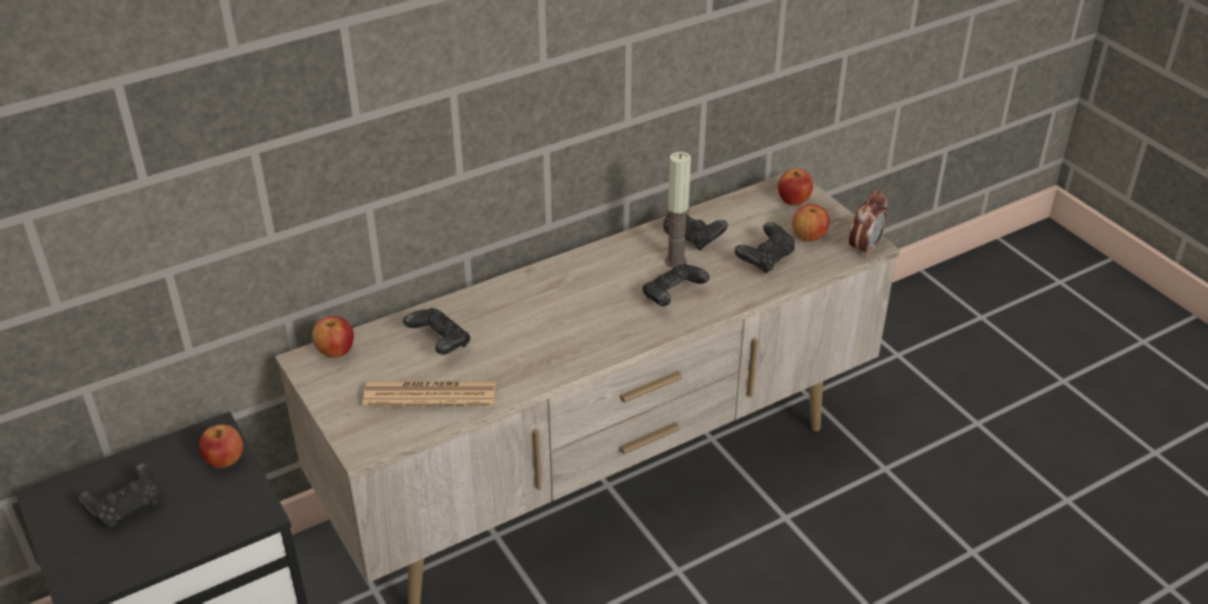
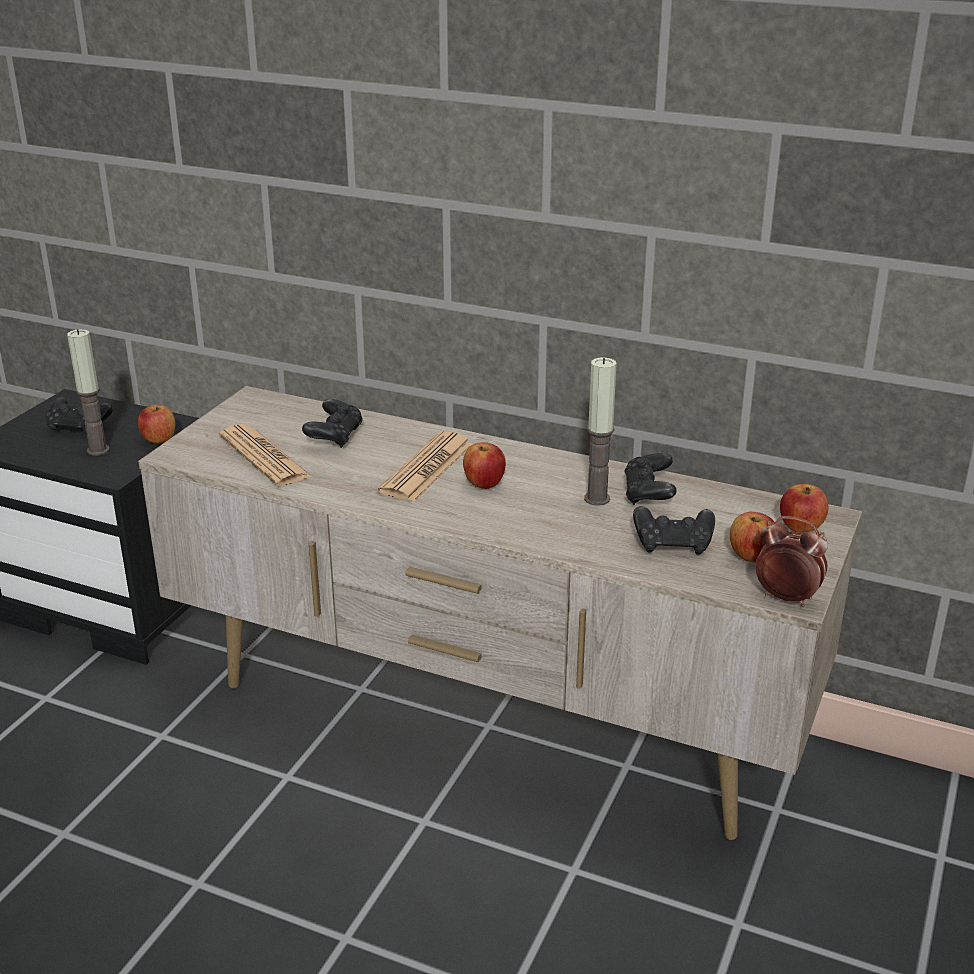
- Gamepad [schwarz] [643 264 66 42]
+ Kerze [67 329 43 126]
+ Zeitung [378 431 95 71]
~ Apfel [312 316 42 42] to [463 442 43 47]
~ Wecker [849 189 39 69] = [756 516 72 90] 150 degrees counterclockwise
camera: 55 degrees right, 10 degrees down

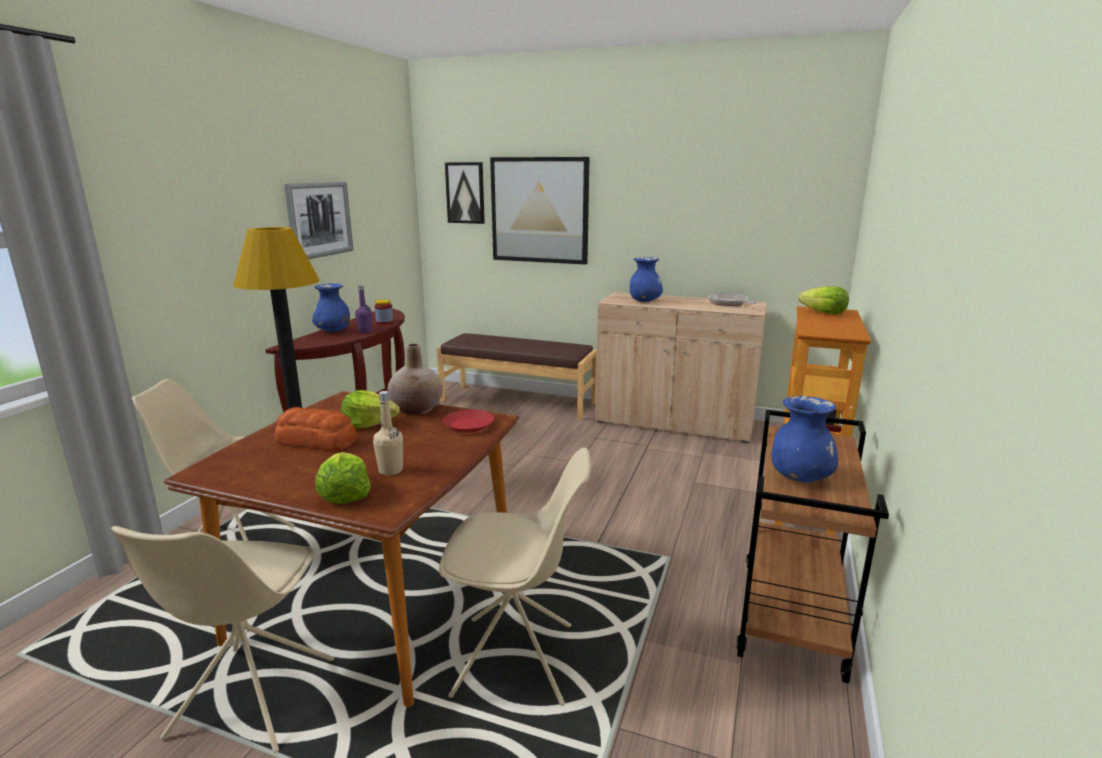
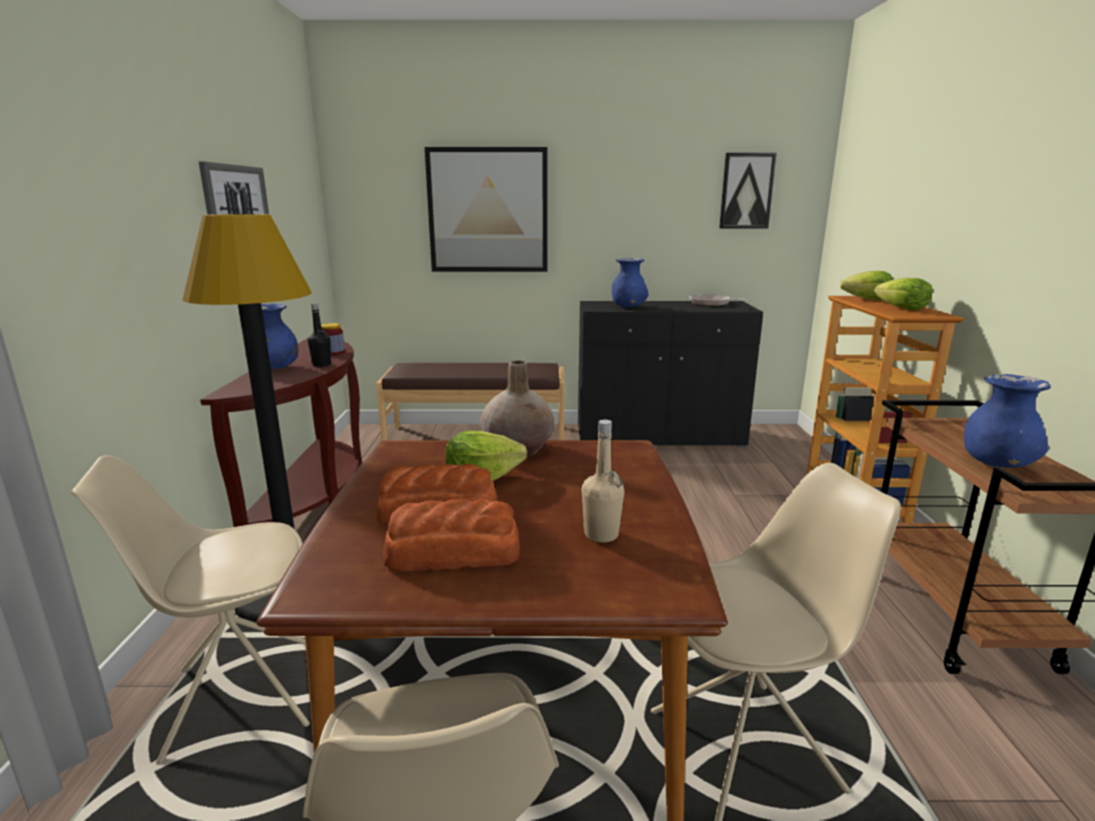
- Teller [rot] [443 410 51 23]
+ Brot [383 498 137 73]
~ Salatkopf [315 452 56 52] to [874 278 58 32]
~ Bild [445 162 40 62] to [719 153 58 75]
~ Flasche [lila] [355 285 17 48] to Flasche [schwarz] [308 303 23 64]
~ Schrank [beige] [595 292 172 151] to Schrank [schwarz] [578 301 185 146]
camera: 20 degrees left, 0 degrees up

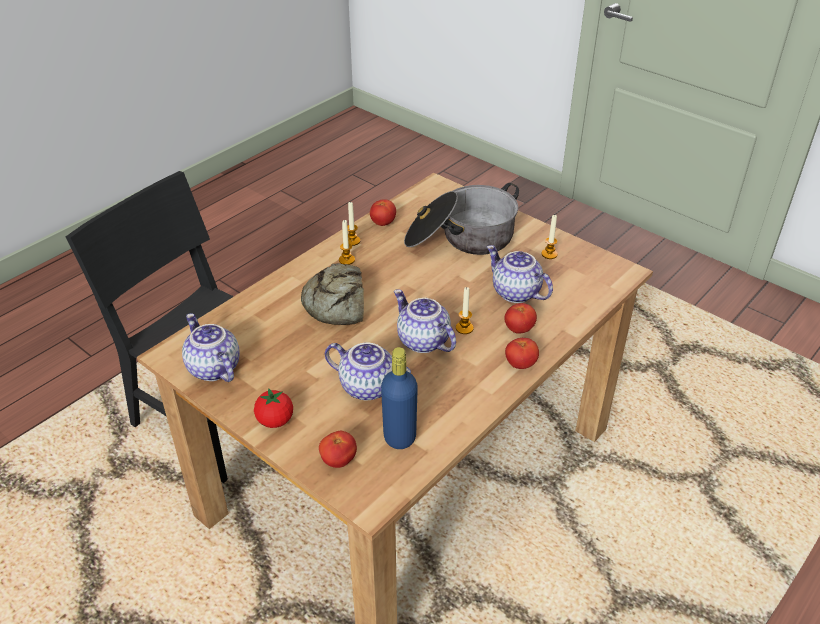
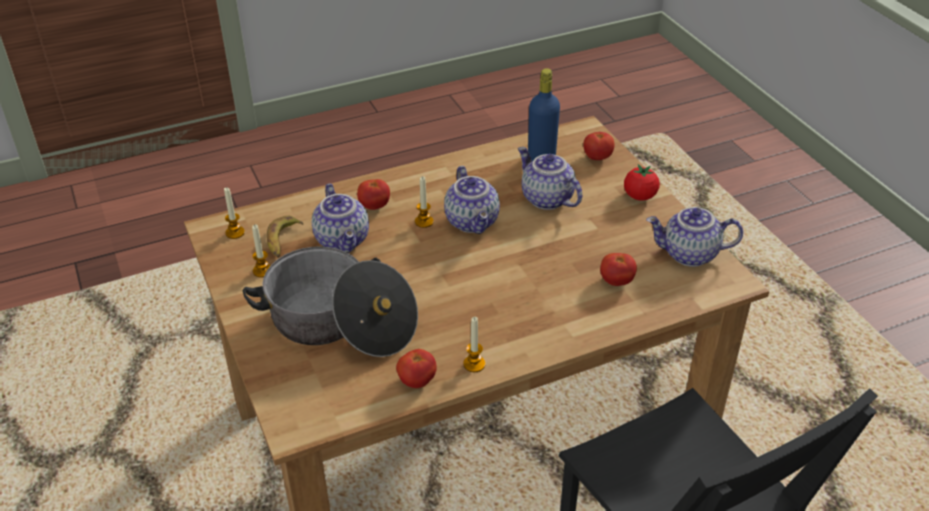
- Brot [301 263 63 62]
+ Banane [267 216 36 42]
~ Kerze [339 220 16 45] to [224 187 21 52]
~ Tomate [505 338 34 31] to [600 253 37 33]
~ Teekanne [182 313 58 69] = [646 207 97 60] 105 degrees clockwise
camera: 155 degrees left, 0 degrees up

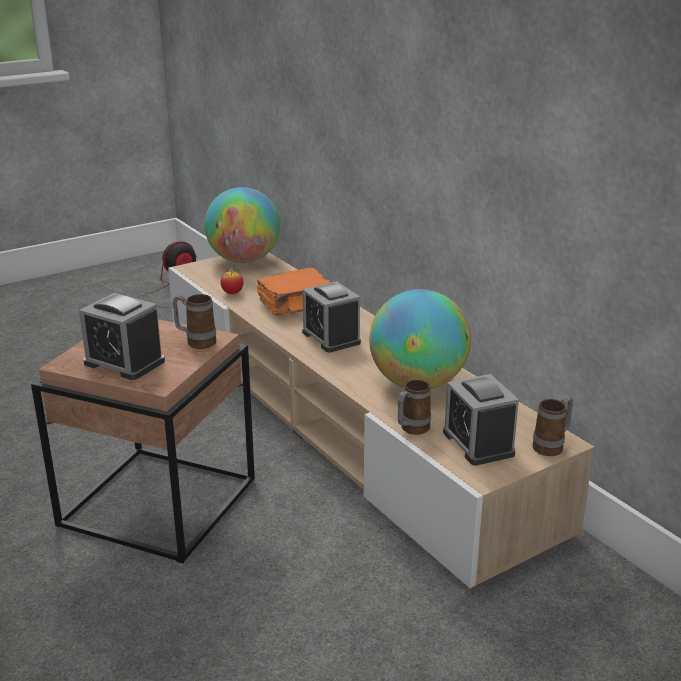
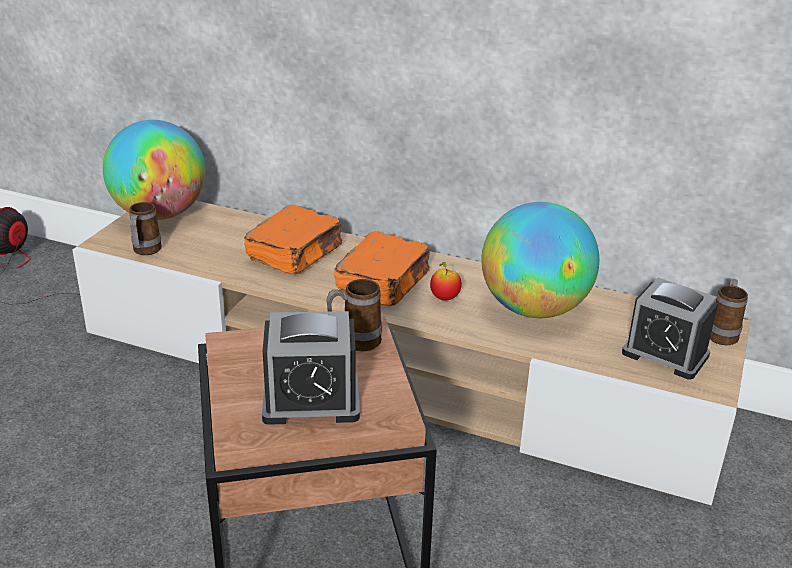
~ Apfel [221 267 22 27] to [430 262 32 39]
~ Henkelbecher [398 380 33 55] to [129 202 33 53]
~ Wecker [302 281 59 71] to Buch [orange] [334 231 96 75]
camera: 35 degrees left, 5 degrees up

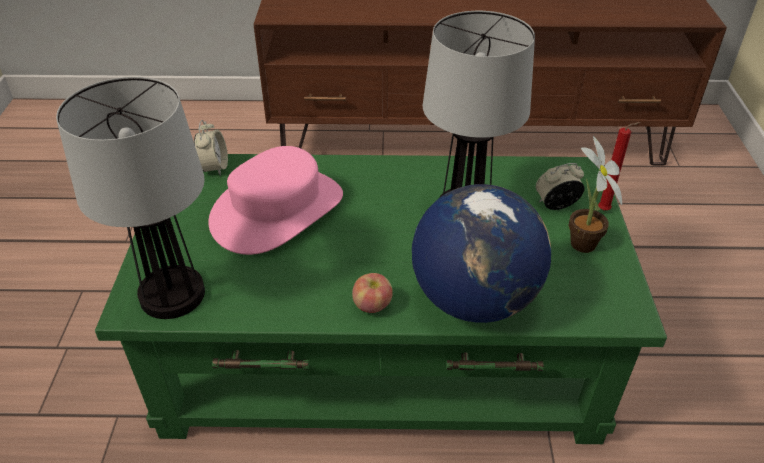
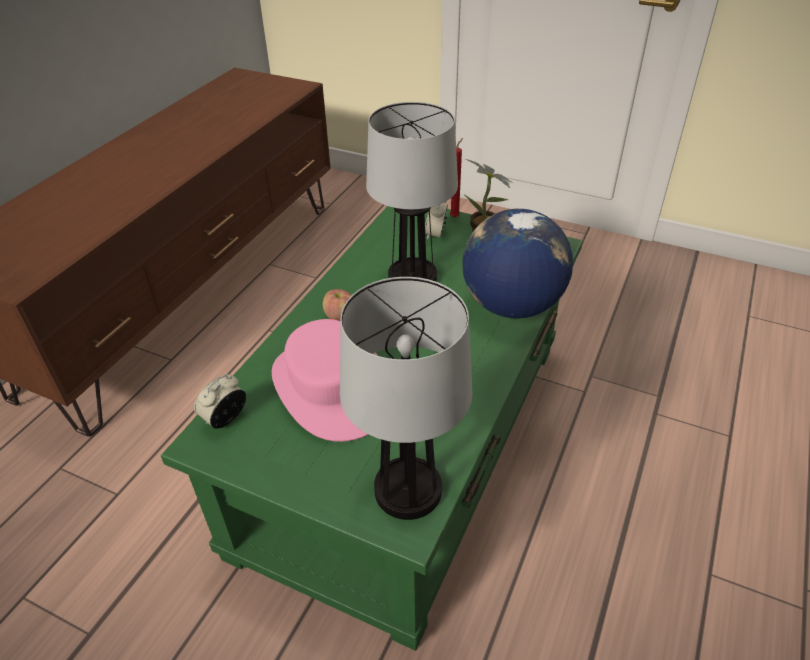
~ Apfel [352 273 41 40] to [323 289 29 32]
~ Wecker [194 120 34 55] = [194 375 52 54] 75 degrees counterclockwise
camera: 65 degrees left, 0 degrees up

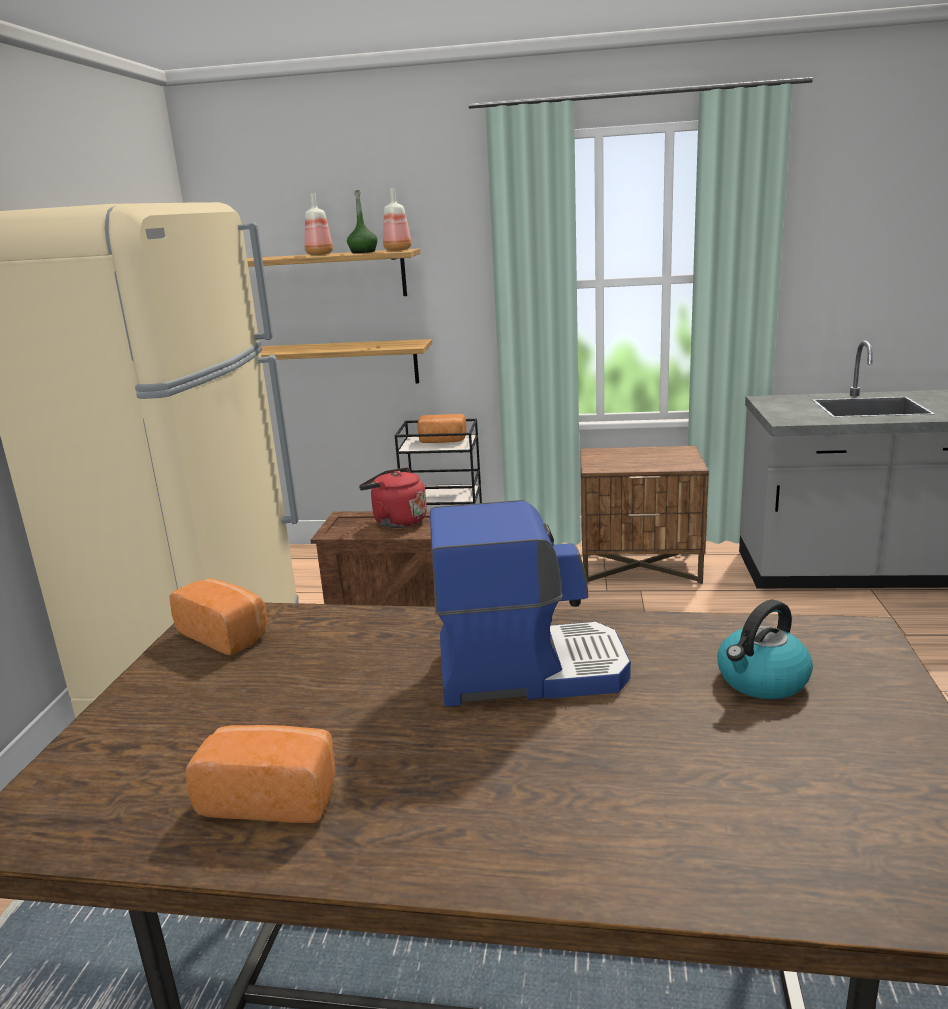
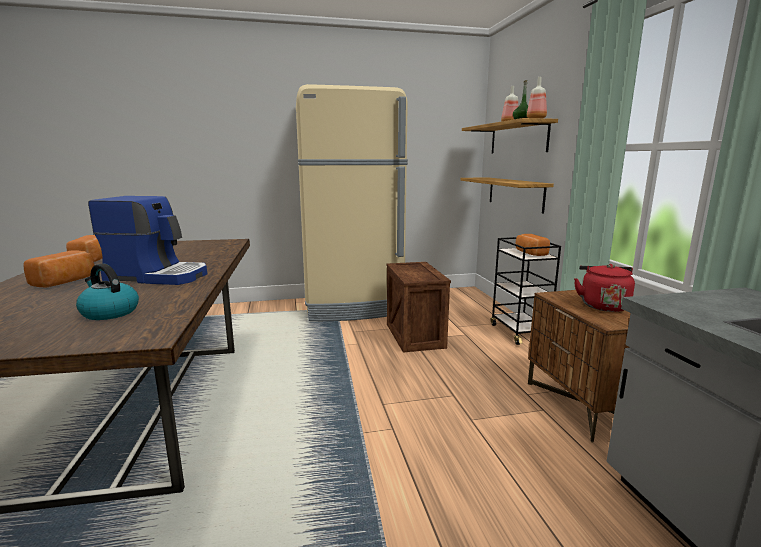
~ Brot [169 579 98 76] to [23 250 71 37]
~ Wasserkessel [rot] [359 467 68 61] to [574 264 61 48]
~ Kaffeemaschine [430 500 201 207] = [88 196 119 89] 60 degrees counterclockwise
camera: 70 degrees right, 5 degrees down

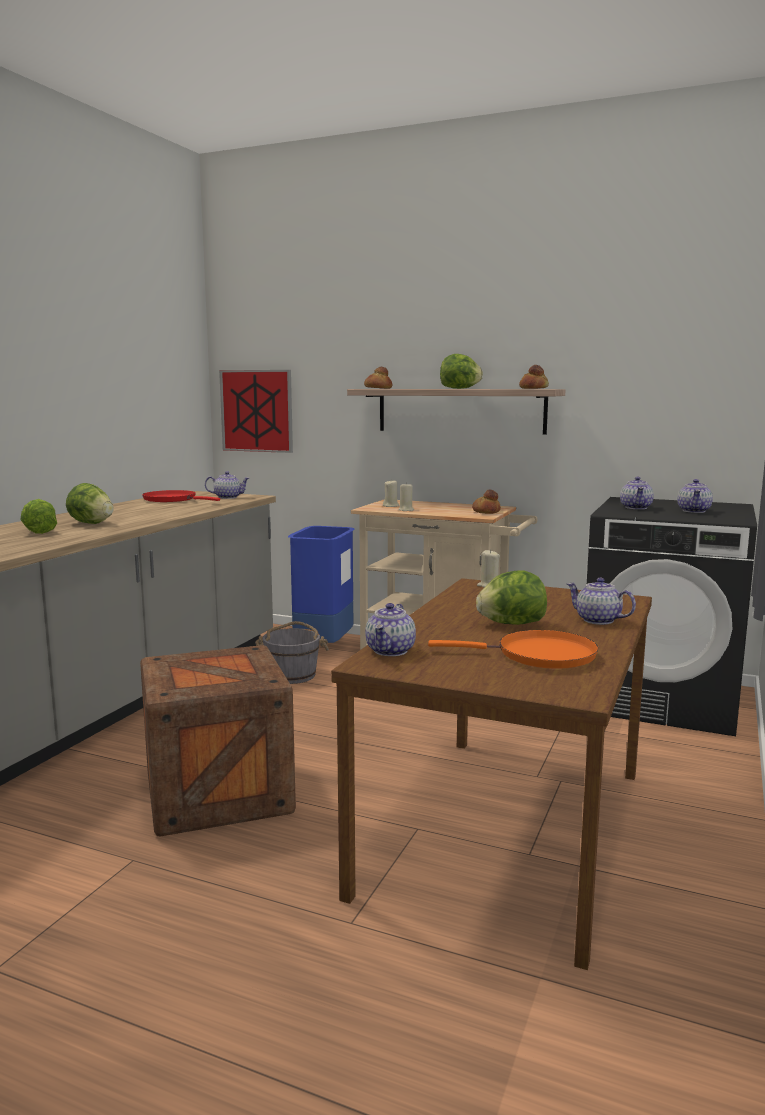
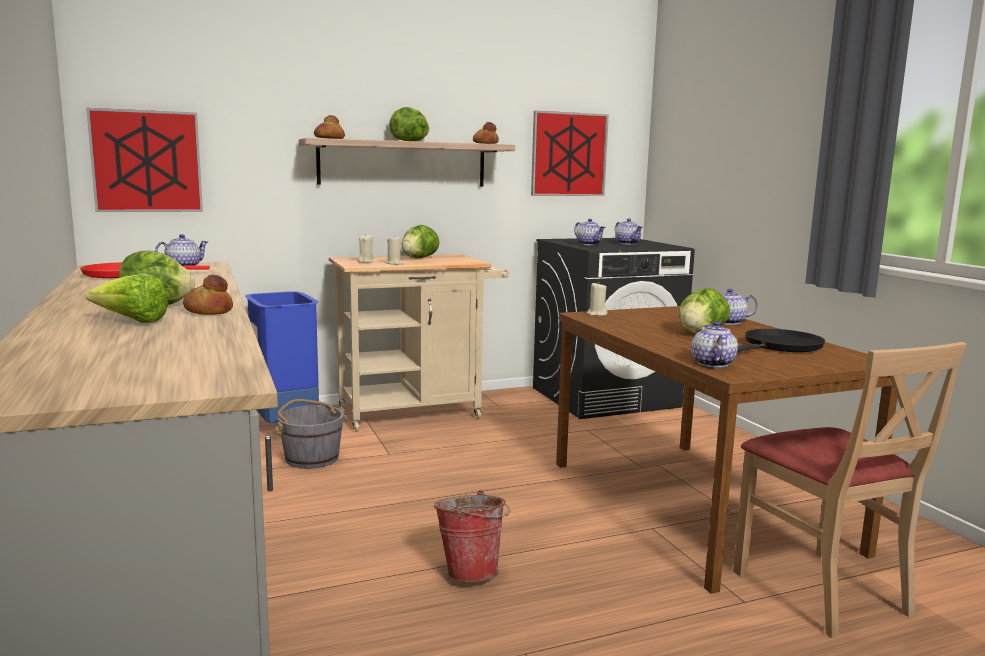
+ Salatkopf [401 225 39 33]
+ Bild [531 111 78 85]
+ Stuhl [beige] [733 342 234 296]
~ Brot [472 490 29 24] to [183 275 50 40]
~ Kiste [140 645 156 192] to Eimer [434 490 76 92]
~ Pfanne [orange] [428 630 171 39] to Pfanne [schwarz] [737 329 88 23]
~ Teekanne [365 603 51 53] = [691 321 47 47] 150 degrees counterclockwise
camera: 45 degrees left, 0 degrees up

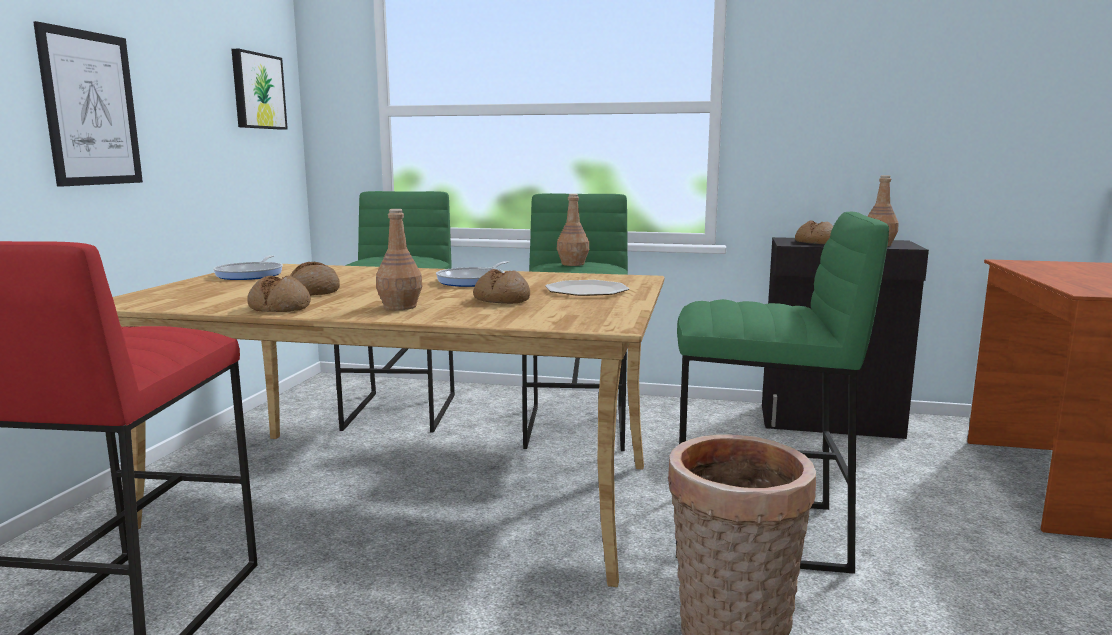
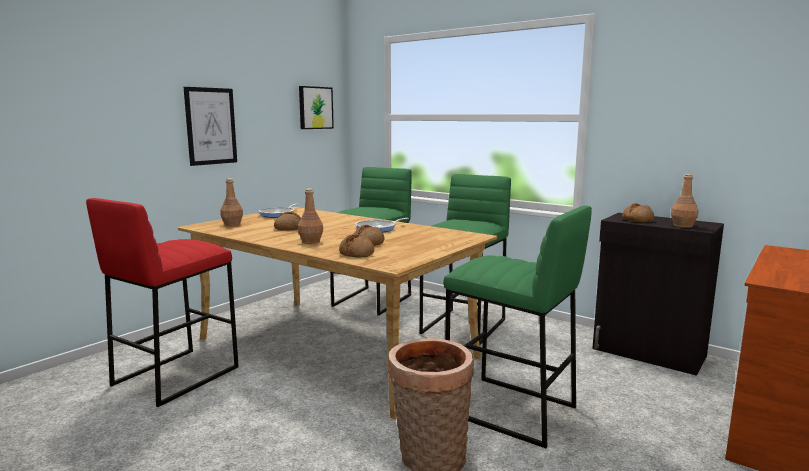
- Teller [545 280 85 16]
~ Brot [247 275 64 37] to [339 234 35 24]
~ Flasche [braun] [557 194 32 72] to [220 178 23 48]
camera: 25 degrees right, 0 degrees up

